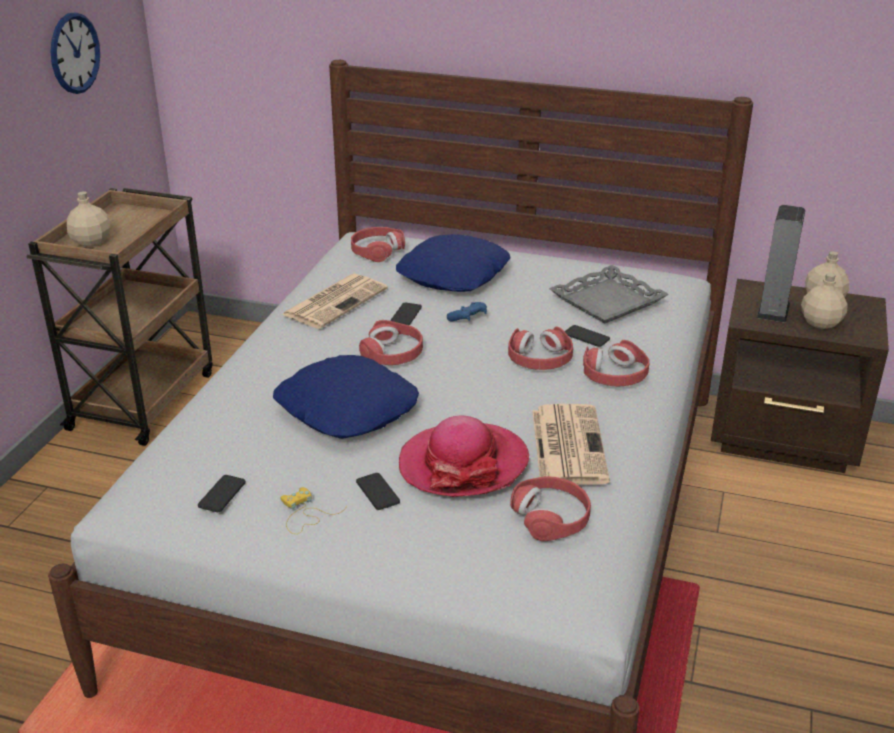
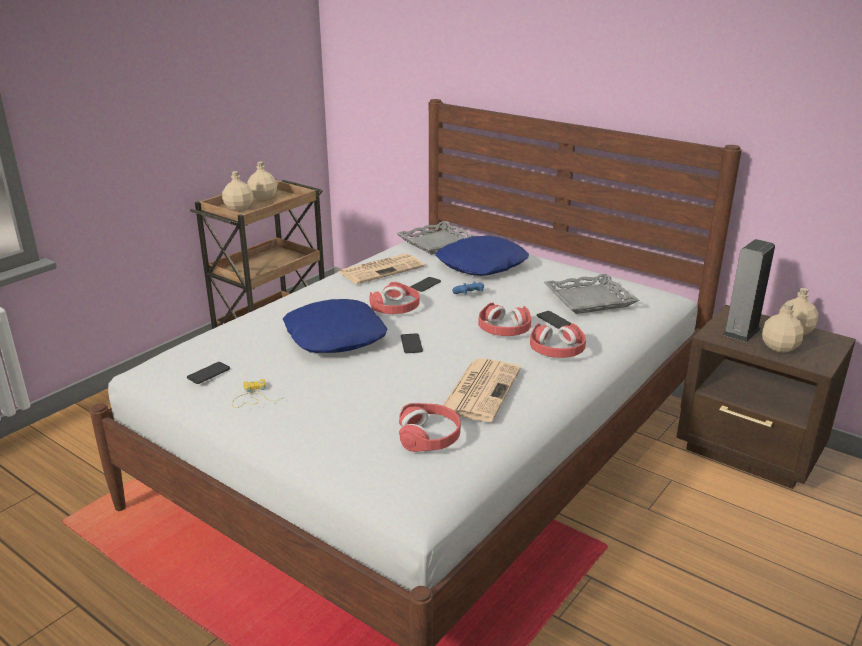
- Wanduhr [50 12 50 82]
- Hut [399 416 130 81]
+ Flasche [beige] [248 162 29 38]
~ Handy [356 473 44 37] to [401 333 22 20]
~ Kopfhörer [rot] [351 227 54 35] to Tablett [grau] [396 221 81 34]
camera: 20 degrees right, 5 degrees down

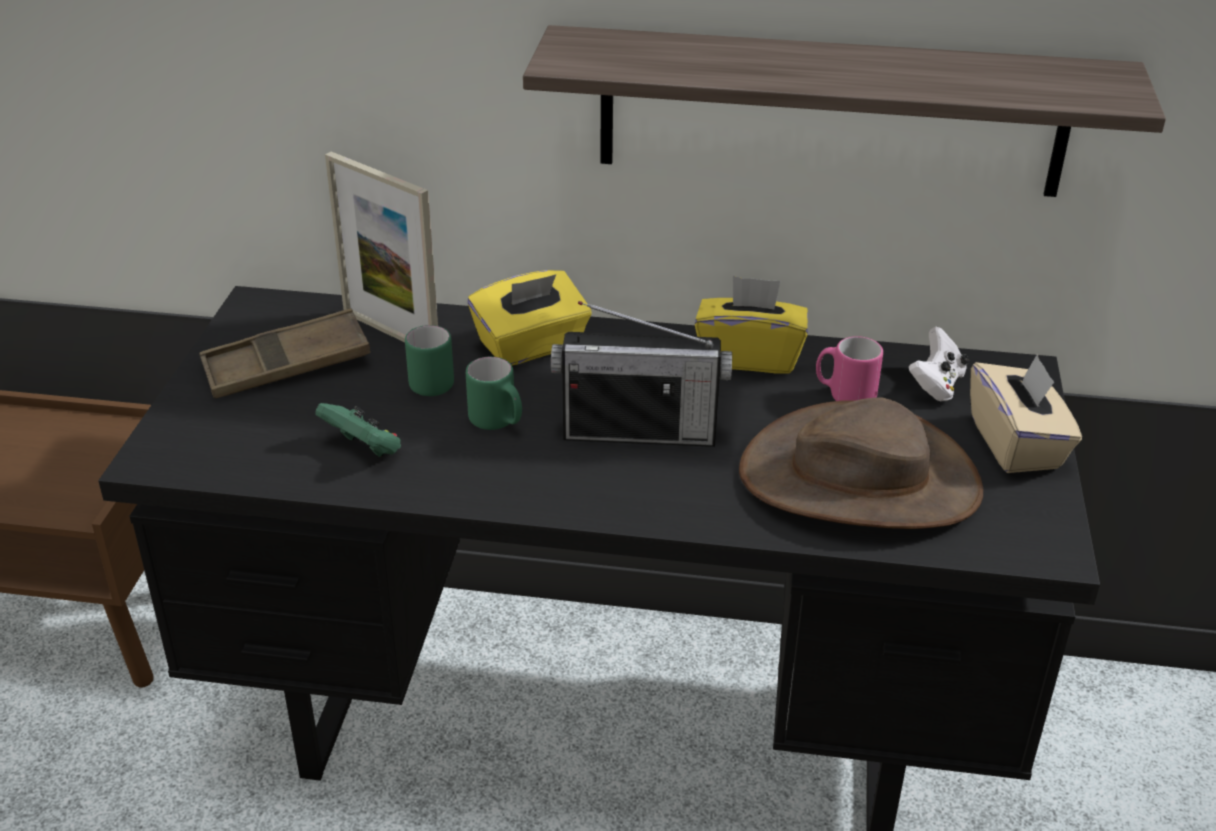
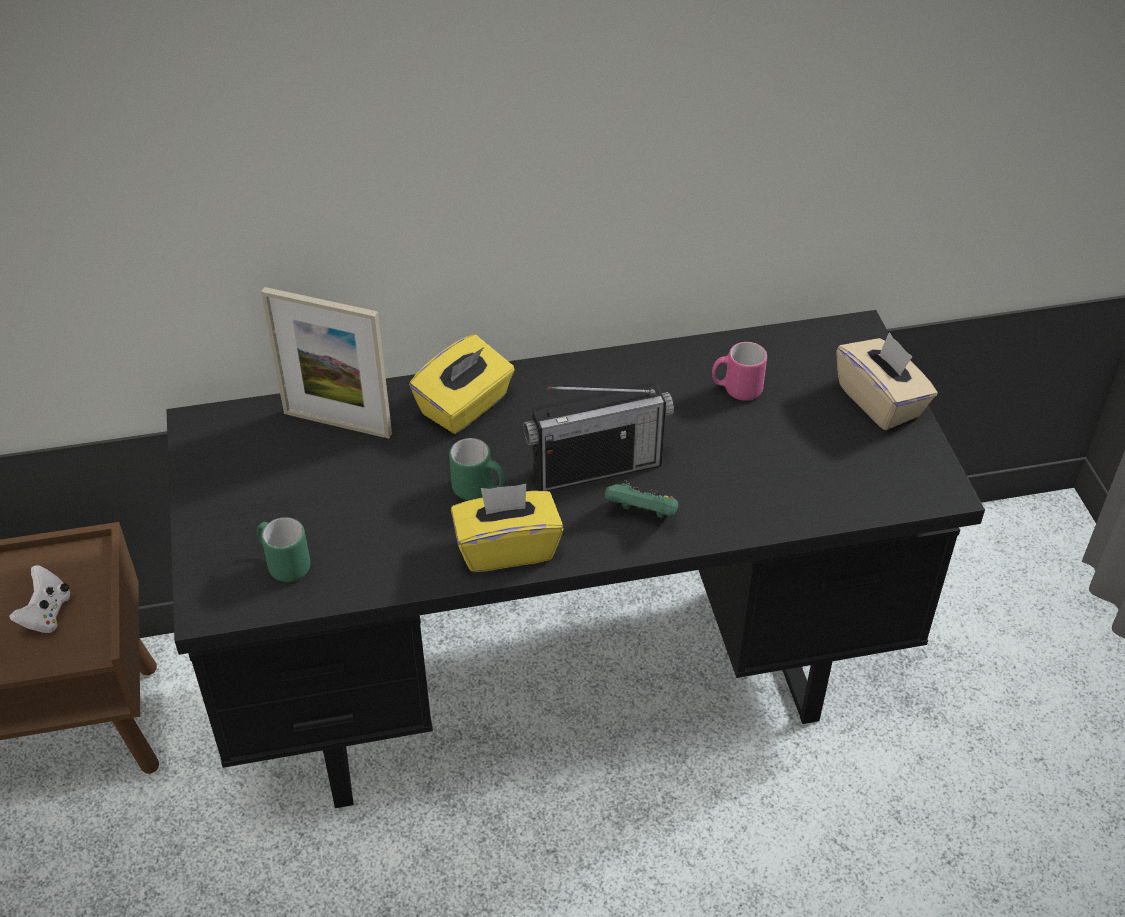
- Tablett [braun] [199 308 172 90]
- Wandregal [523 25 643 172]
- Hut [braun] [739 397 244 132]
~ Gamepad [grün] [315 403 86 54] to [605 480 73 38]
~ Henkelbecher [grün] [405 325 49 71] to [257 517 53 65]
~ Taschentuchbox [gelb] [695 276 113 98] to [451 484 113 88]
~ Gamepad [weiß] [908 326 61 75] to [9 565 61 68]
camera: 20 degrees left, 10 degrees up

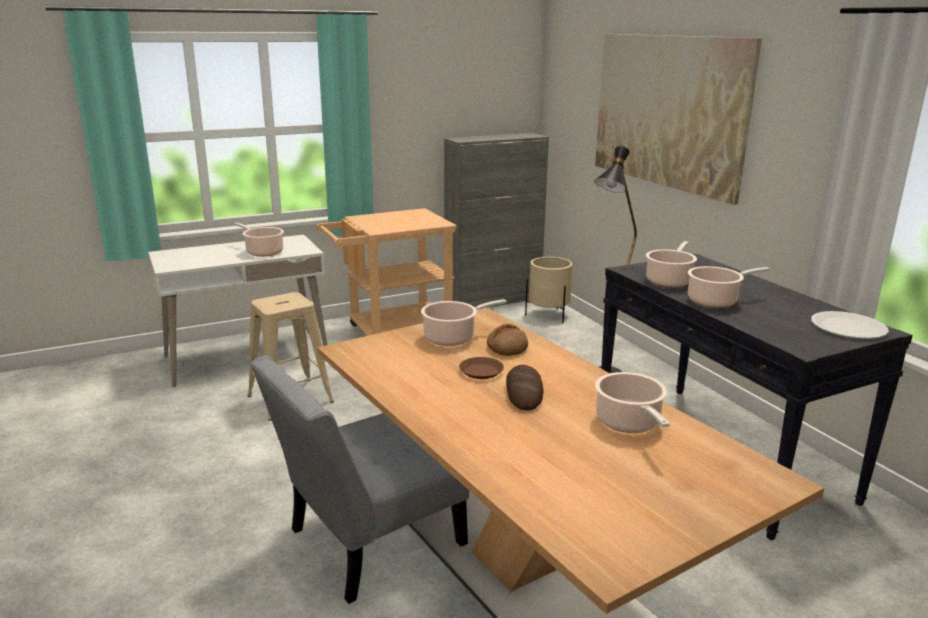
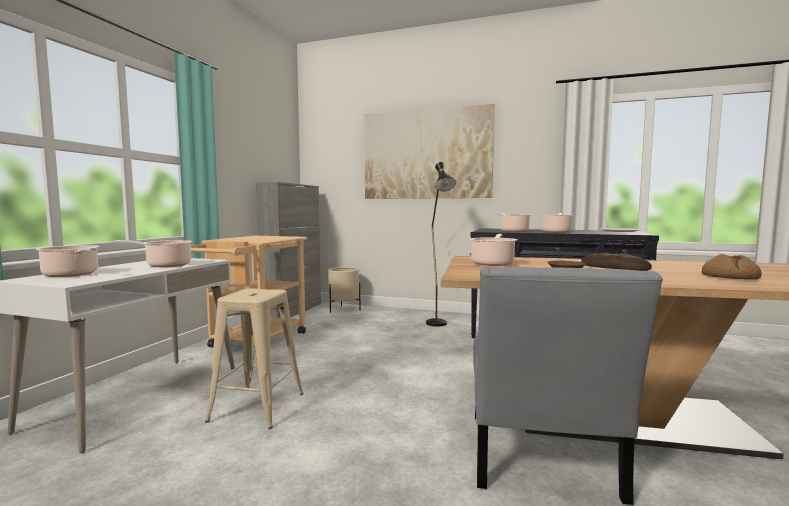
~ Brot [487 324 41 32] to [702 254 60 26]
~ Kochtopf [595 372 75 61] to [35 245 65 32]
camera: 45 degrees left, 15 degrees down

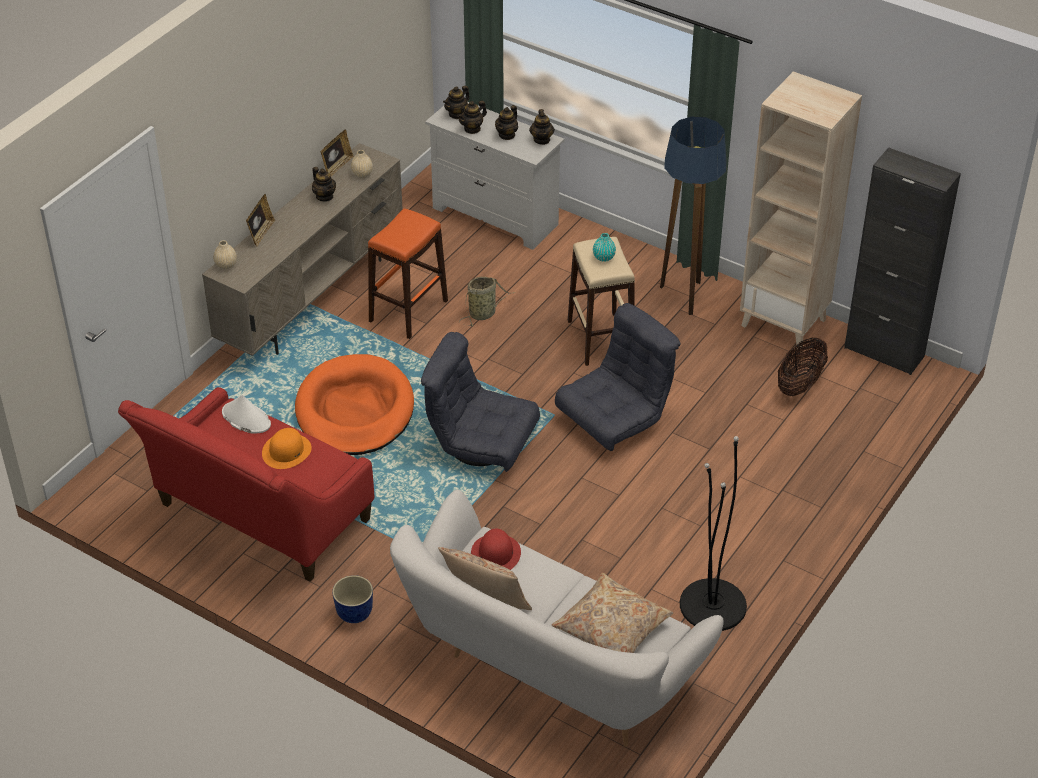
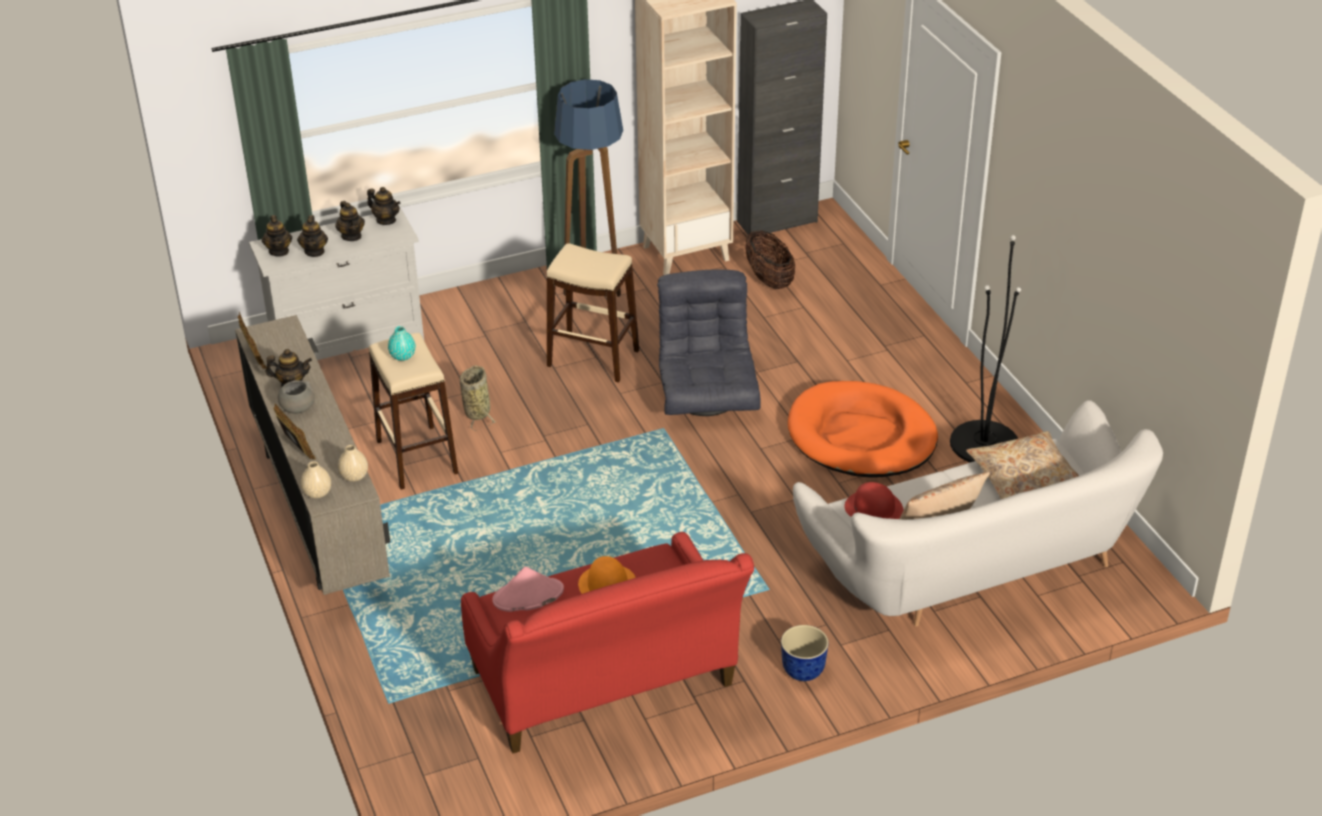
- Sessel [grau] [421 332 119 140]
+ Schüssel [grau] [278 380 37 34]
~ Hundebett [orange] [295 354 119 101] to [788 381 150 97]
~ Vase [beige] [351 150 22 28] to [338 445 30 37]
~ Vase [türkis] [593 233 23 29] to [388 326 28 35]
~ Hut [weiß] [222 395 49 39] to Hut [rosa] [493 567 71 45]
~ Hocker [orange] [368 209 80 130] to Hocker [beige] [369 333 89 156]
camera: 55 degrees left, 5 degrees down

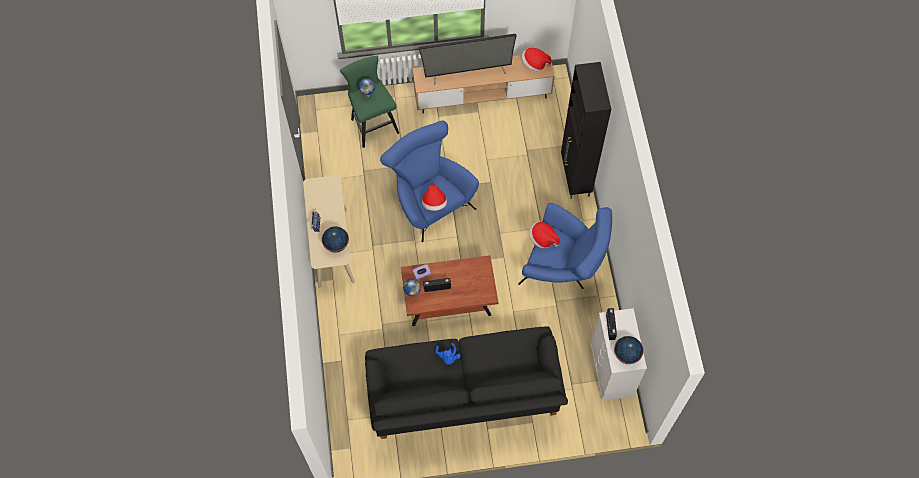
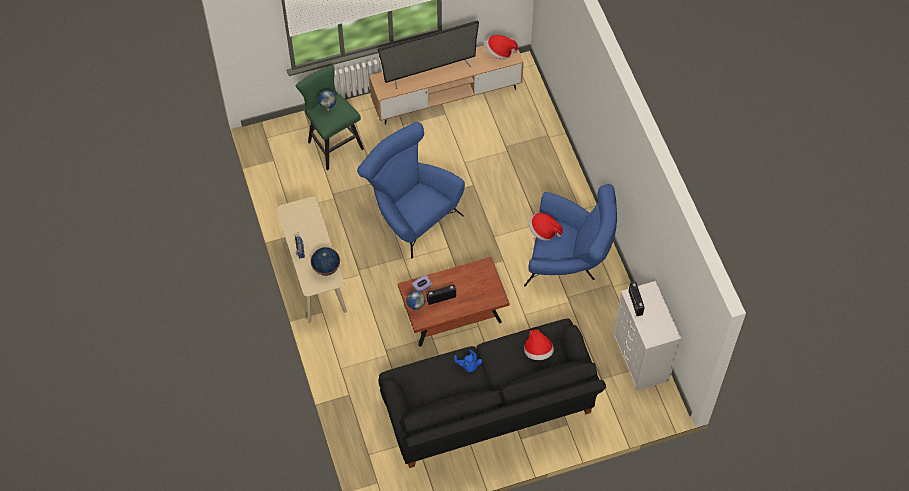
- Schrank [schwarz] [561 62 50 137]
- Globus [614 336 29 28]
~ Hut [422 184 25 27] to [524 329 30 31]
camera: 10 degrees left, 5 degrees down

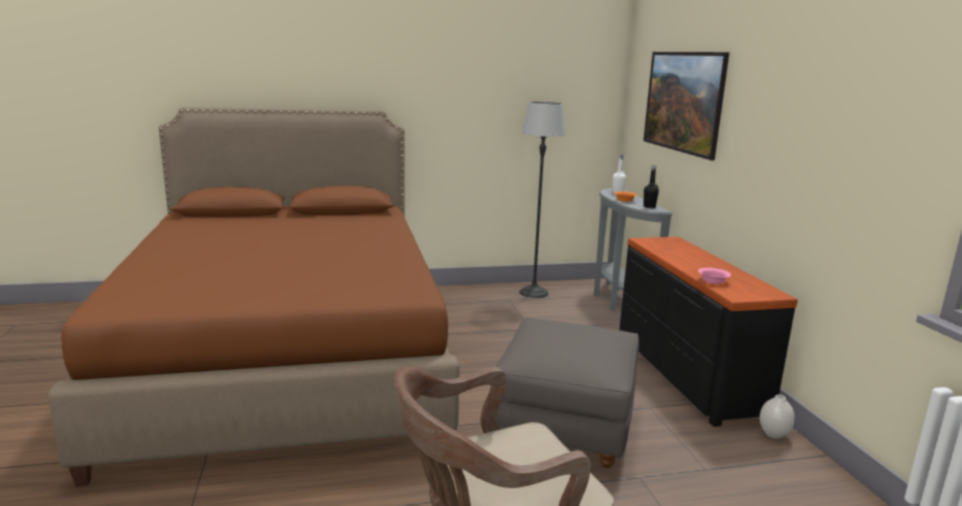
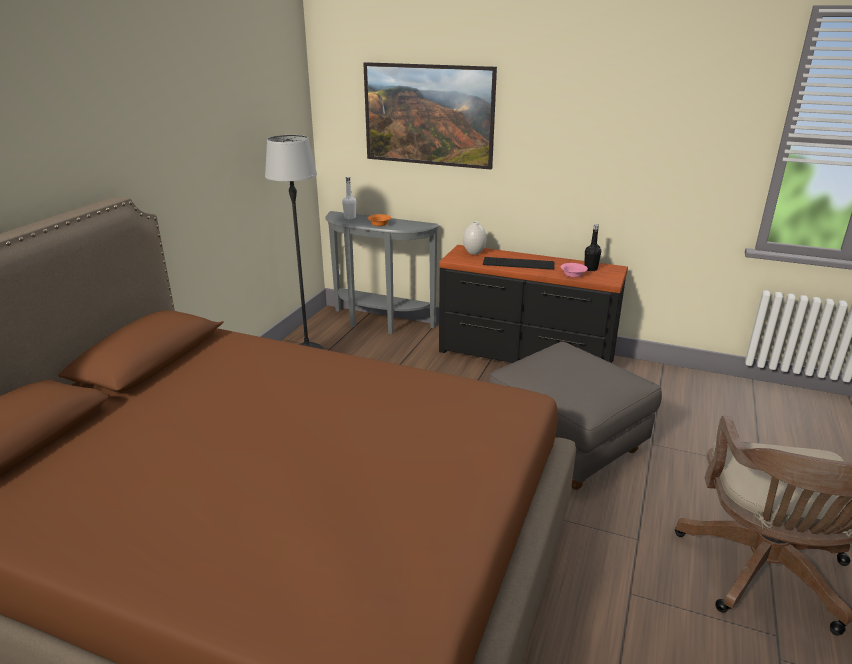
+ Tastatur [483 257 72 13]
~ Flasche [schwarz] [643 165 16 43] to [584 224 17 47]
~ Vase [weiß] [760 395 35 44] to [463 221 24 34]
camera: 55 degrees left, 10 degrees up

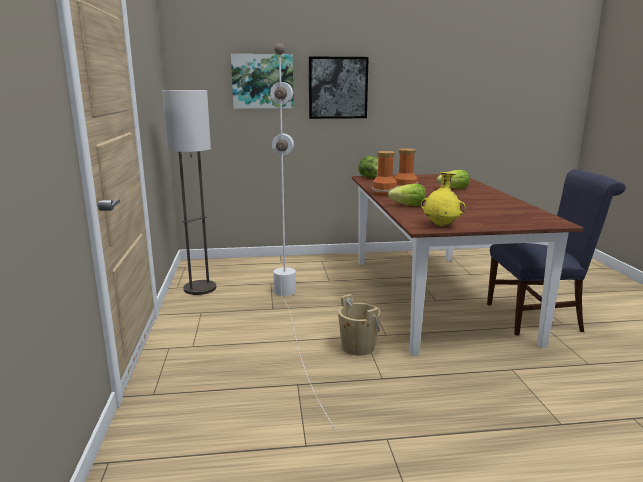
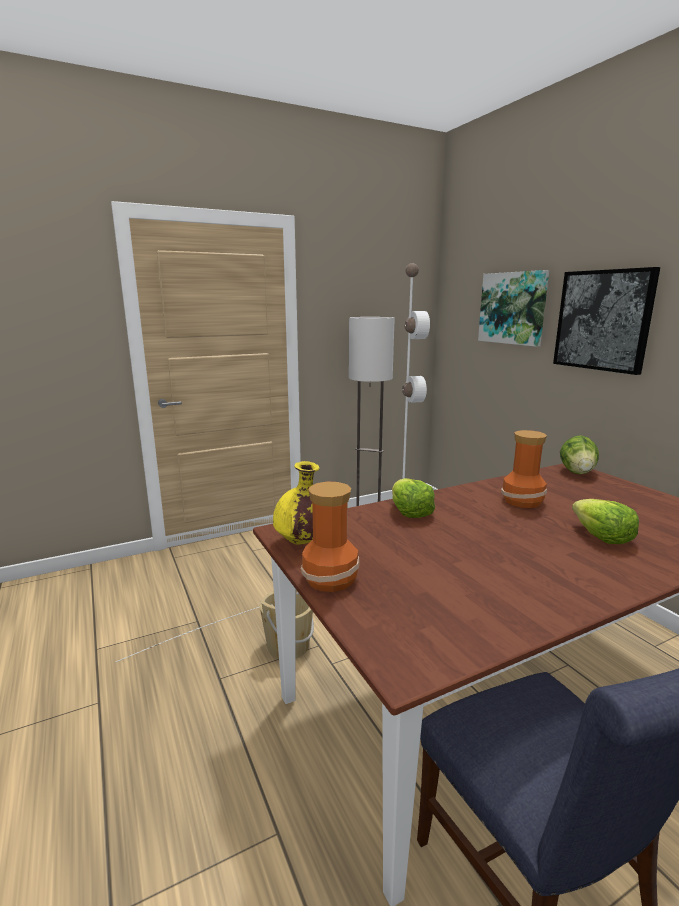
~ Vase [372 151 26 45] to [301 482 59 110]
camera: 70 degrees right, 0 degrees up

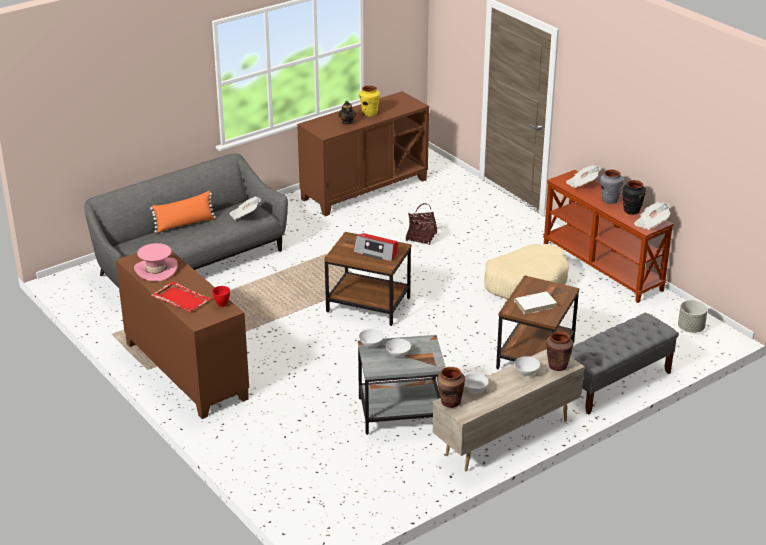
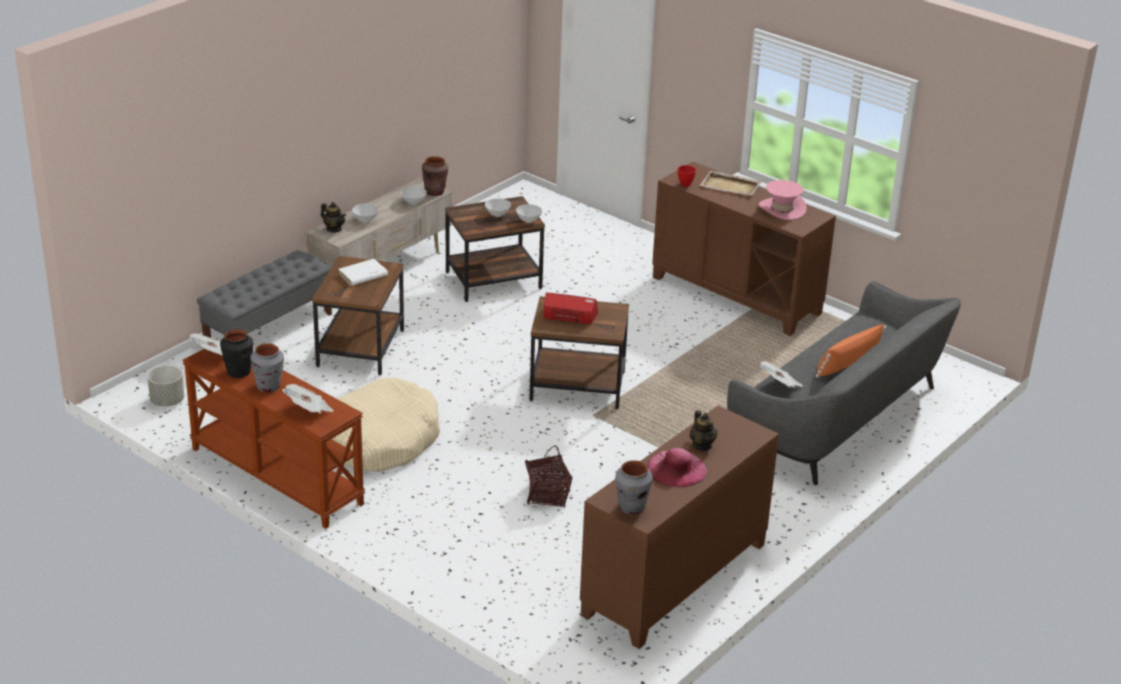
+ Vase [grau] [615 460 38 55]
~ Vase [gelb] [359 85 21 32] to Hut [rosa] [647 448 60 39]
~ Vase [braun] [546 331 27 40] to Teekanne [321 202 25 30]
~ Tablett [rot] [151 282 60 30] to Tablett [beige] [699 171 63 24]
~ Beistelltisch [grau] [358 335 88 100] to Beistelltisch [braun] [445 196 100 106]
camera: 165 degrees right, 0 degrees up

